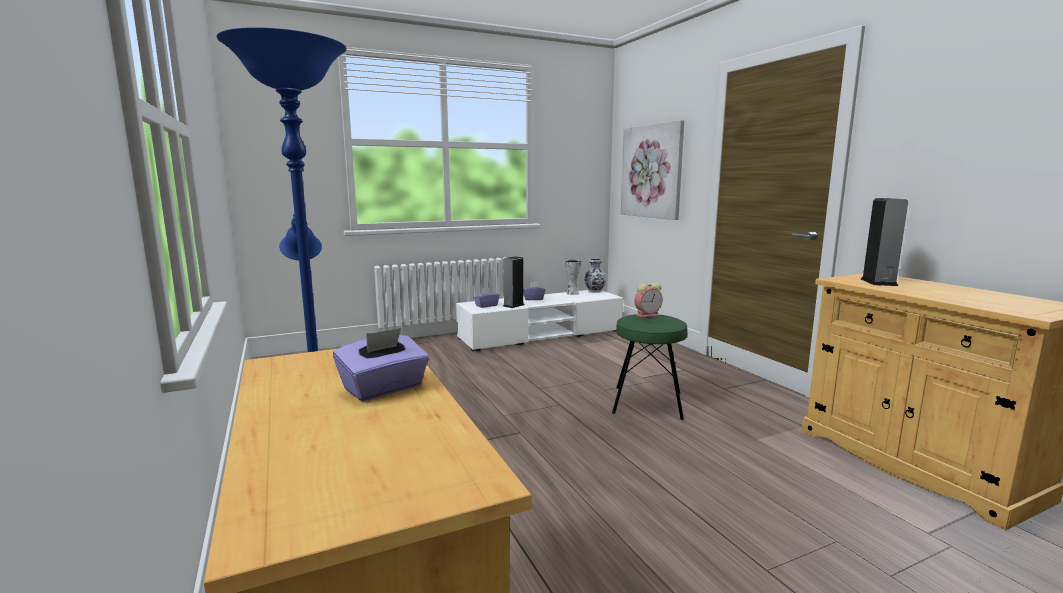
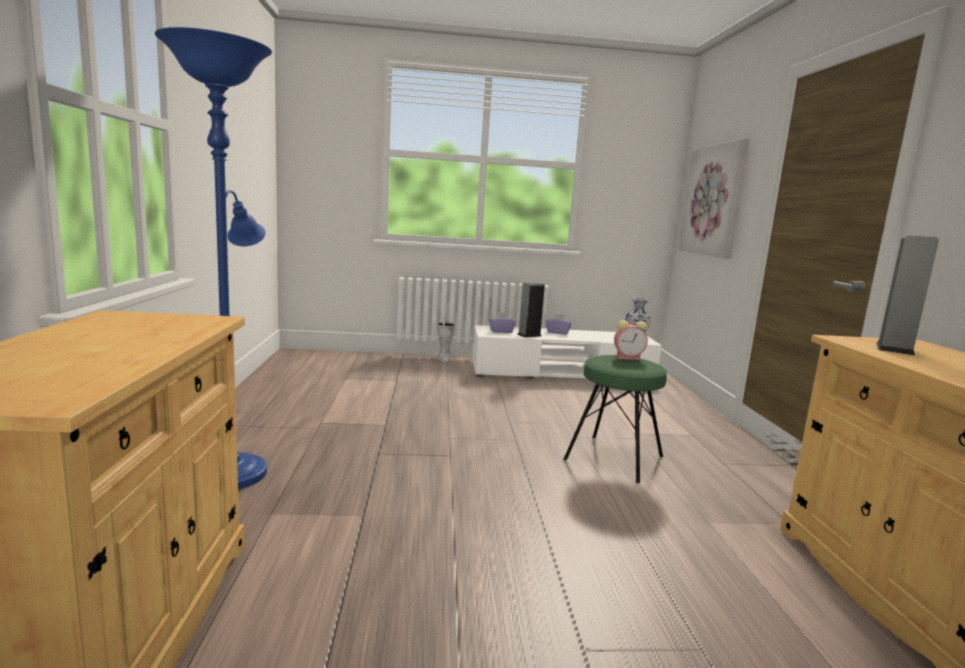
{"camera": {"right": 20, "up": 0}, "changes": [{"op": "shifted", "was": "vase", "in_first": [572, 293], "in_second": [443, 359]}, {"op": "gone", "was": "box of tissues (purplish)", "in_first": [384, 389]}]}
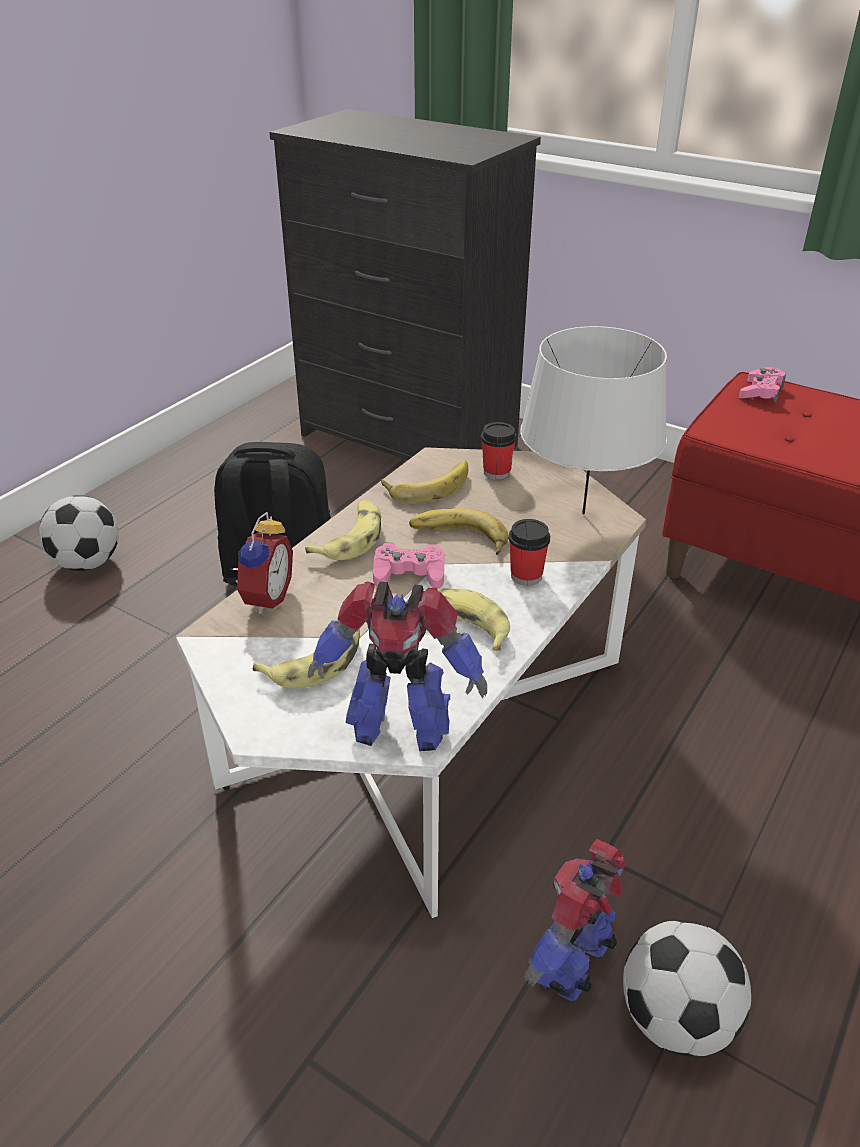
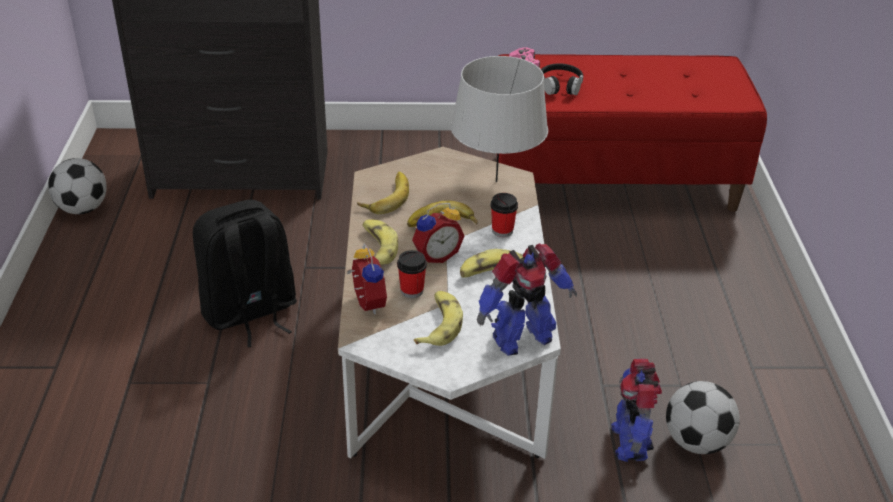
{"camera": {"right": -35, "up": 0}, "changes": [{"op": "shifted", "was": "football ball", "in_first": [88, 563], "in_second": [83, 209]}, {"op": "shifted", "was": "drinking cup", "in_first": [496, 472], "in_second": [412, 290]}, {"op": "swapped", "was": "joypad (pink-coloured)", "now": "table clock", "in_first": [409, 574], "in_second": [436, 255]}, {"op": "new", "now": "headphones (black-coloured)", "in_second": [560, 85]}]}
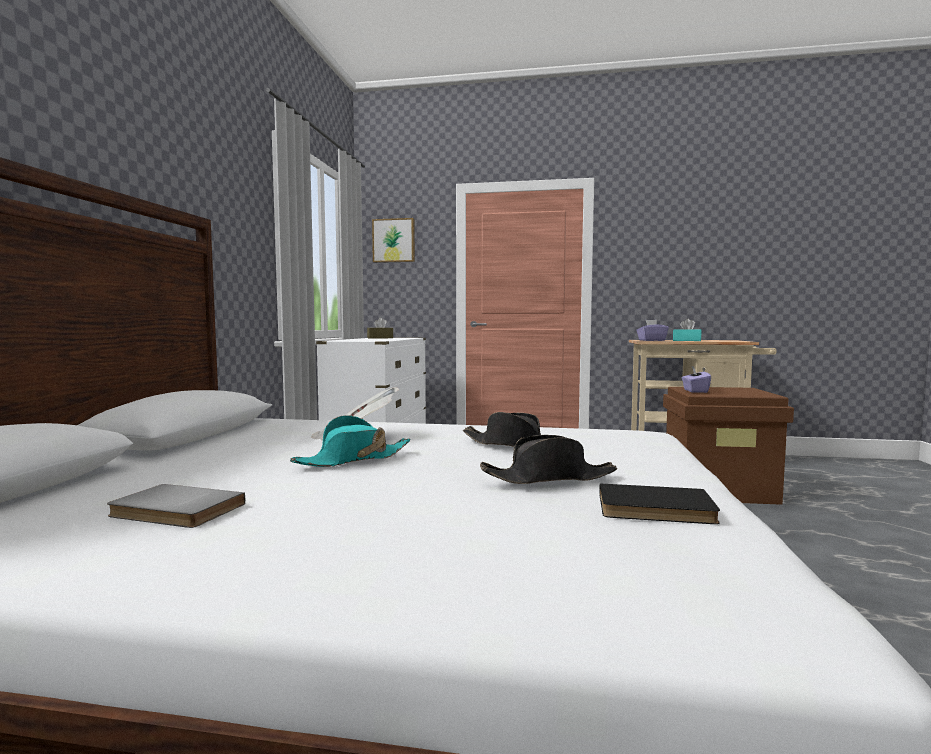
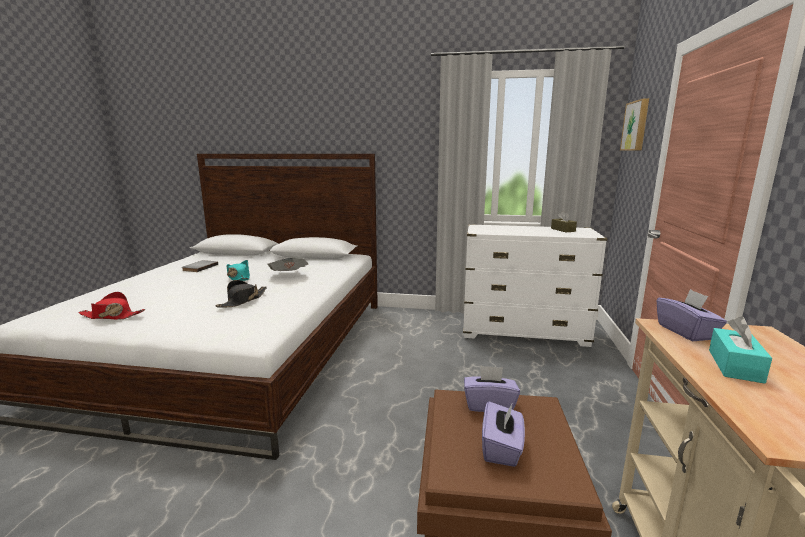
{"camera": {"right": 90, "up": 10}, "changes": [{"op": "swapped", "was": "book (black-coloured)", "now": "hat (red)", "in_first": [655, 509], "in_second": [112, 316]}, {"op": "new", "now": "box of tissues (purplish)", "in_second": [501, 448]}, {"op": "gone", "was": "hat (black-coloured)", "in_first": [549, 478]}]}
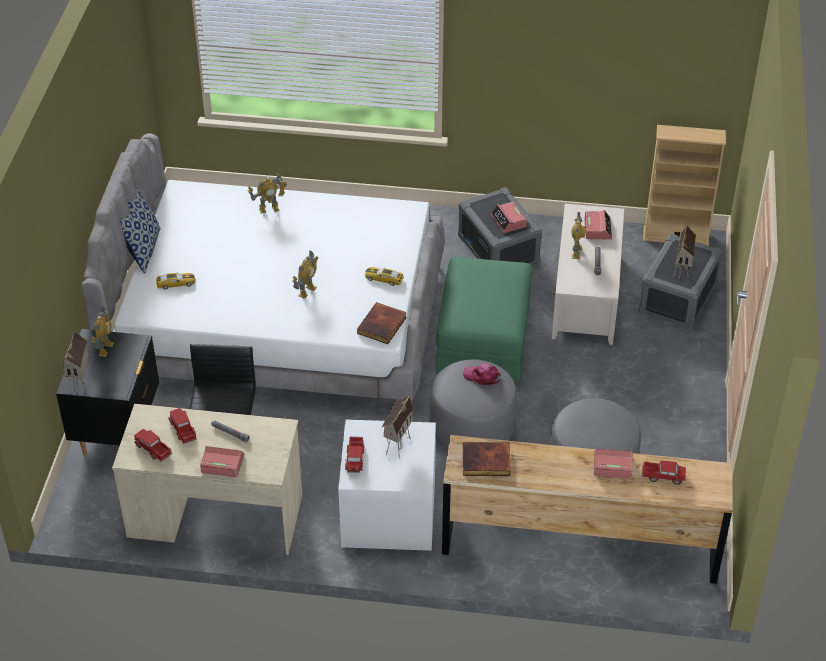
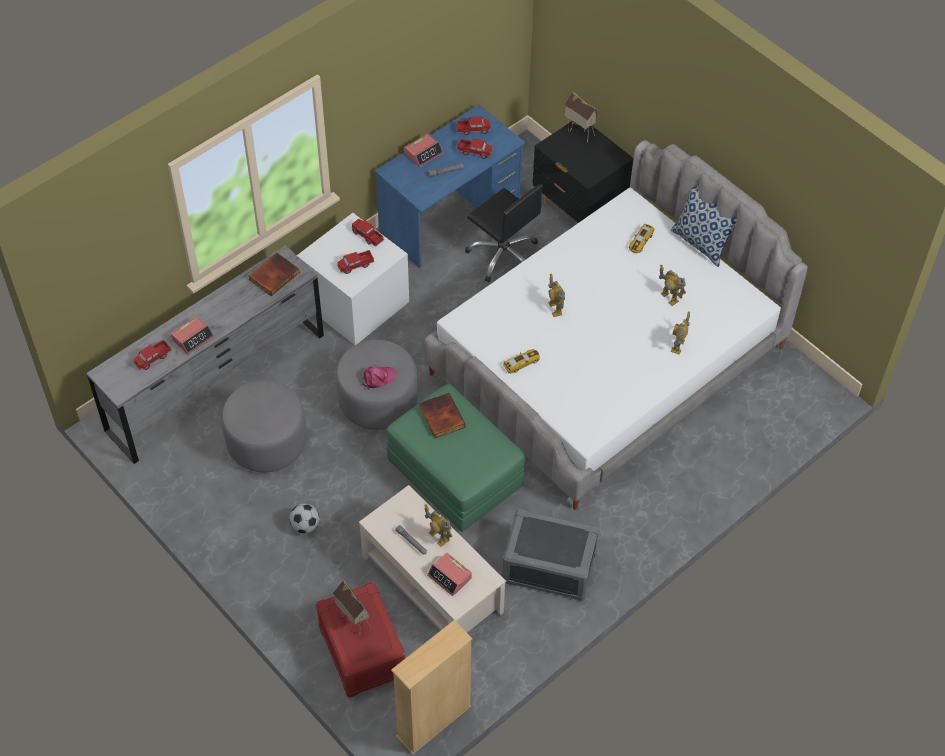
{"camera": {"right": 130, "up": 10}, "changes": [{"op": "repainted", "was": "chest of drawers (brownish)", "now": "chest of drawers (gray)", "in_first": [579, 545], "in_second": [216, 383]}, {"op": "new", "now": "football ball", "in_second": [305, 526]}, {"op": "repainted", "was": "storage bin (gray)", "now": "storage bin (red)", "in_first": [678, 298], "in_second": [361, 651]}, {"op": "swapped", "was": "miniature house", "now": "model truck", "in_first": [397, 444], "in_second": [355, 265]}, {"op": "repainted", "was": "desk (beige-coloured)", "now": "desk (blue-coloured)", "in_first": [215, 516], "in_second": [450, 216]}, {"op": "shifted", "was": "book", "in_first": [382, 326], "in_second": [441, 417]}, {"op": "shifted", "was": "robot figure", "in_first": [105, 349], "in_second": [669, 298]}, {"op": "gone", "was": "table clock", "in_first": [508, 221]}]}
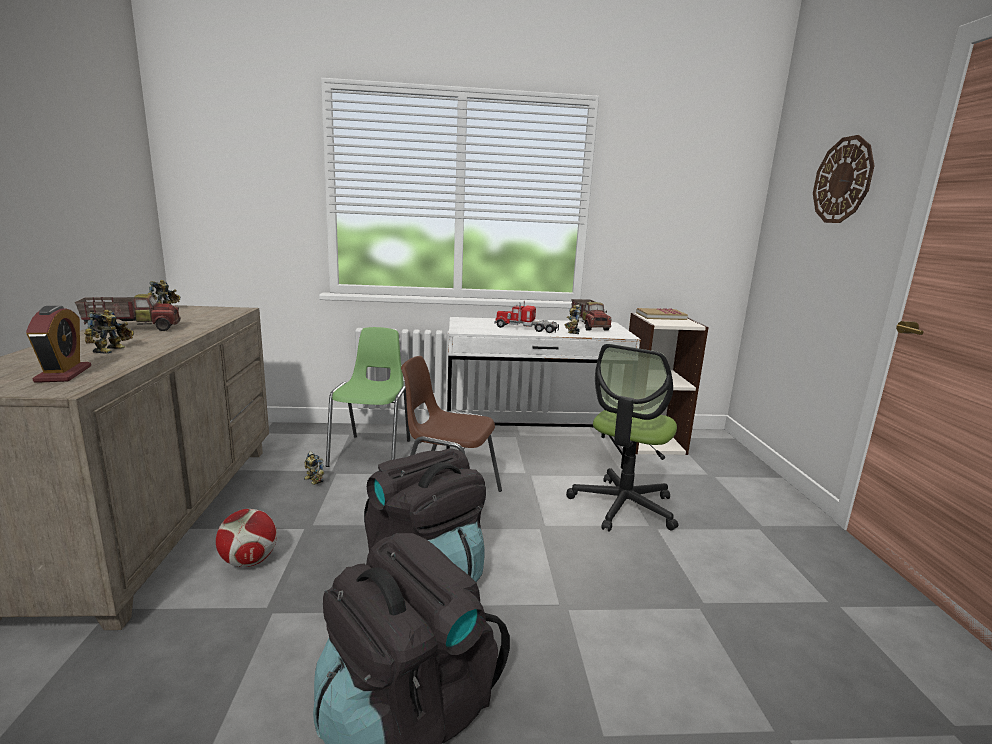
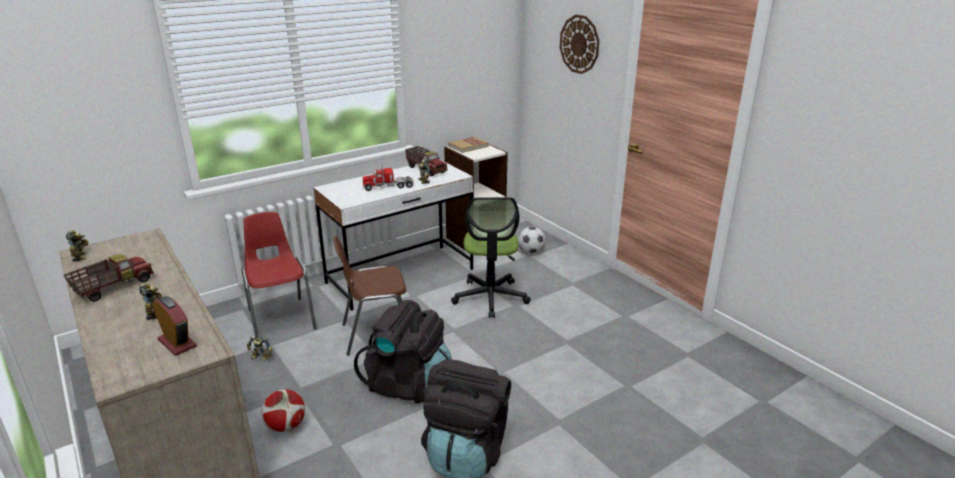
{"camera": {"right": -30, "up": 10}, "changes": [{"op": "repainted", "was": "chair (greenish)", "now": "chair (red)", "in_first": [372, 453], "in_second": [281, 319]}, {"op": "new", "now": "football ball", "in_second": [531, 252]}]}
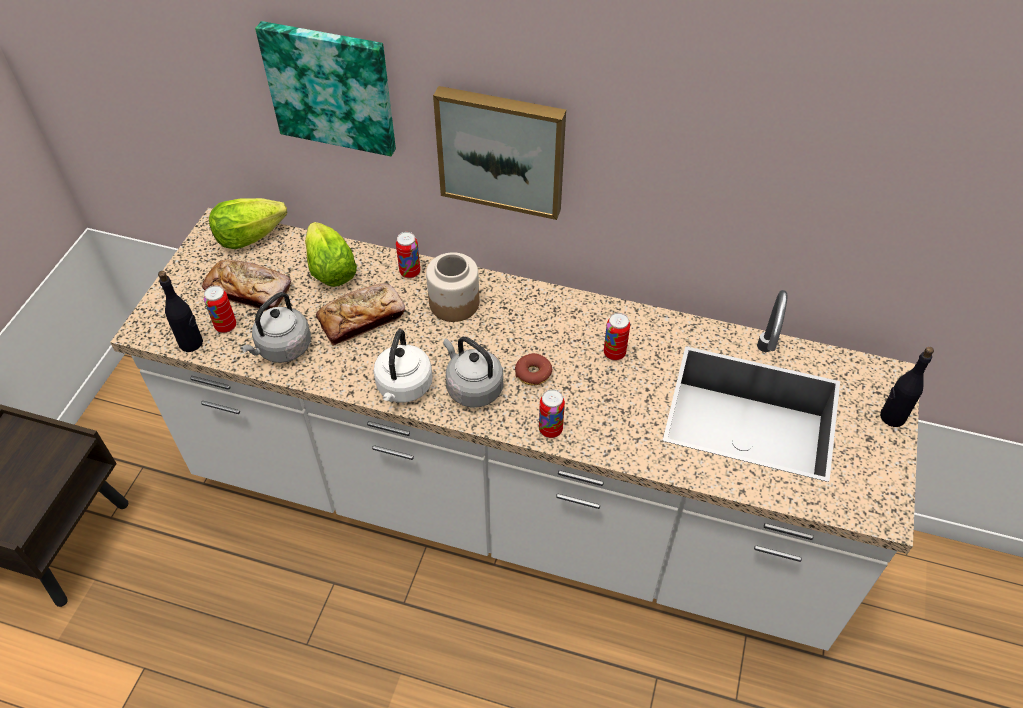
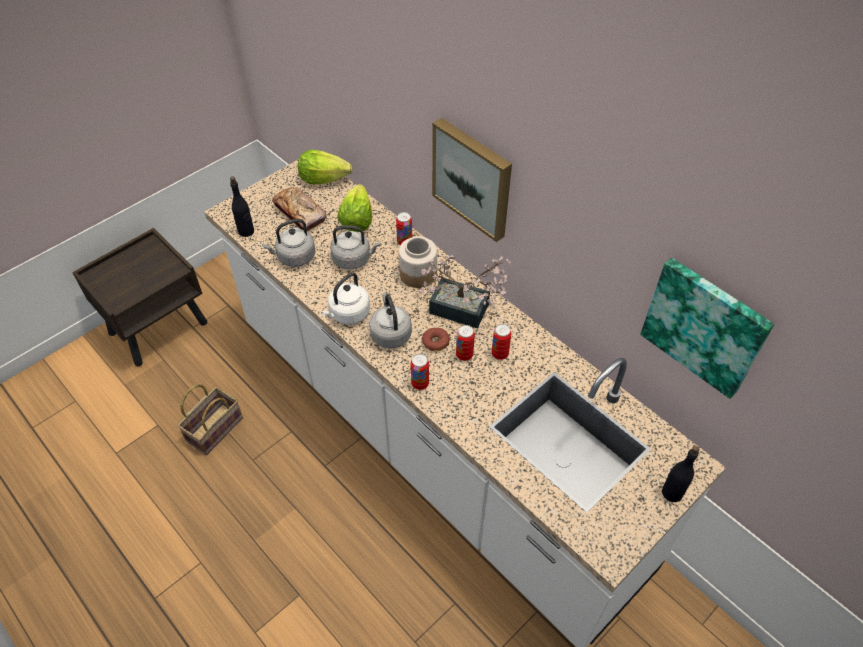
{"camera": {"right": 30, "up": 0}, "changes": [{"op": "new", "now": "basket", "in_second": [215, 428]}, {"op": "swapped", "was": "bread", "now": "water kettle (gray)", "in_first": [361, 319], "in_second": [354, 259]}, {"op": "new", "now": "potted plant", "in_second": [465, 311]}, {"op": "shifted", "was": "can", "in_first": [226, 326], "in_second": [464, 355]}, {"op": "shifted", "was": "wall picture", "in_first": [331, 87], "in_second": [705, 326]}]}
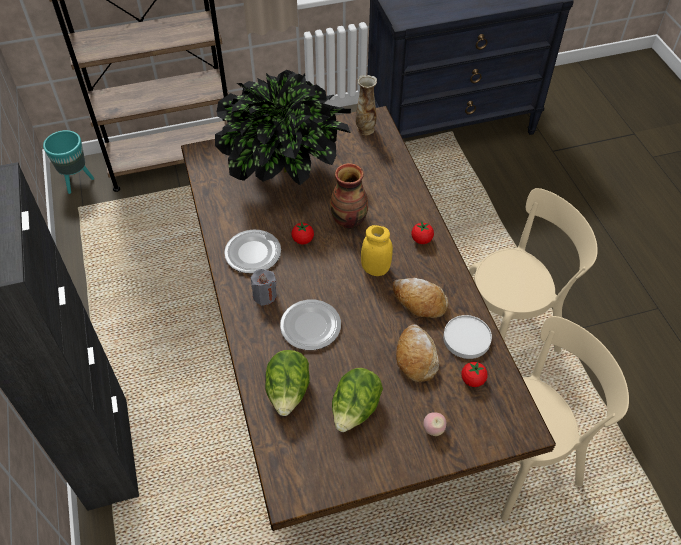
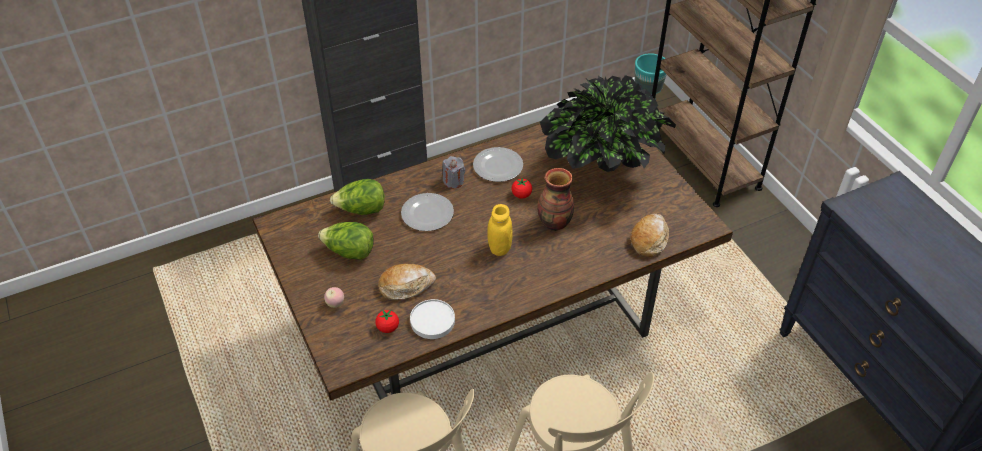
{"camera": {"right": 80, "up": -5}, "changes": [{"op": "shifted", "was": "bread", "in_first": [419, 302], "in_second": [649, 239]}, {"op": "gone", "was": "vase", "in_first": [365, 129]}, {"op": "gone", "was": "whole tomato", "in_first": [421, 240]}]}
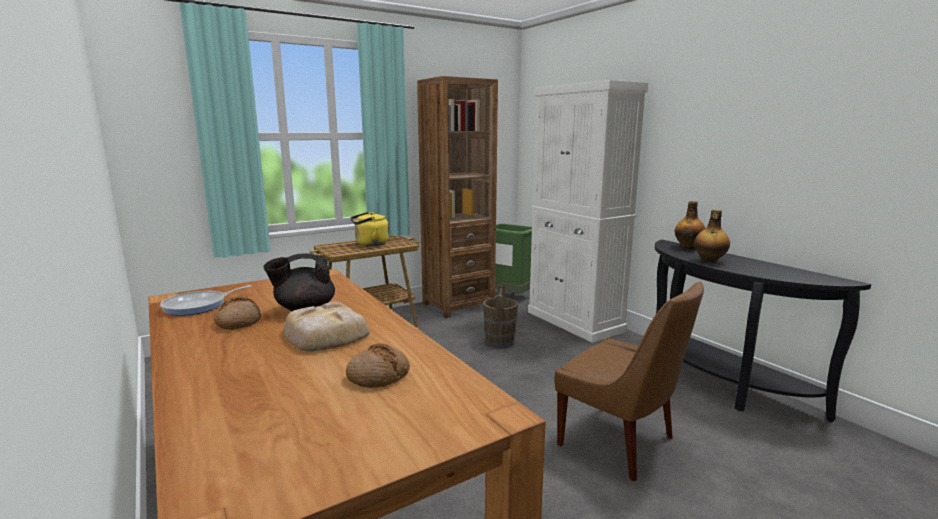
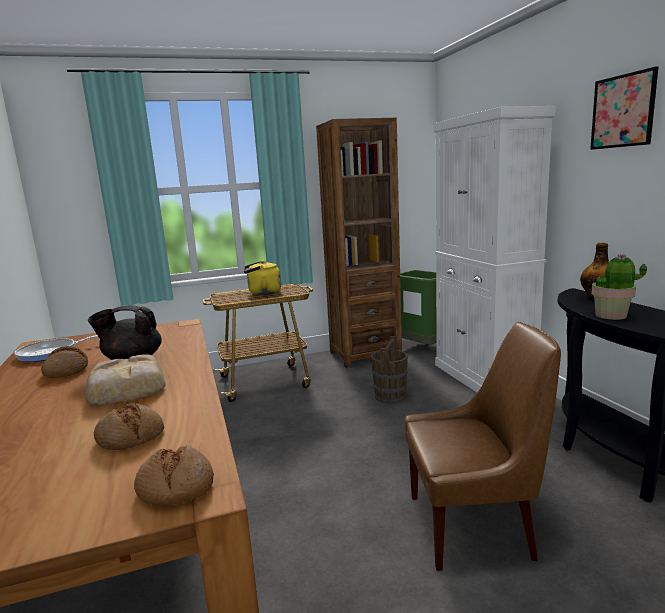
{"camera": {"right": 15, "up": 0}, "changes": [{"op": "new", "now": "bread", "in_second": [175, 488]}, {"op": "rotated", "was": "chair (brownish)", "in_first": [620, 443], "in_second": [474, 526], "clockwise": -60}, {"op": "new", "now": "wall picture", "in_second": [623, 111]}, {"op": "swapped", "was": "beverage bottle", "now": "potted plant", "in_first": [709, 261], "in_second": [611, 315]}]}
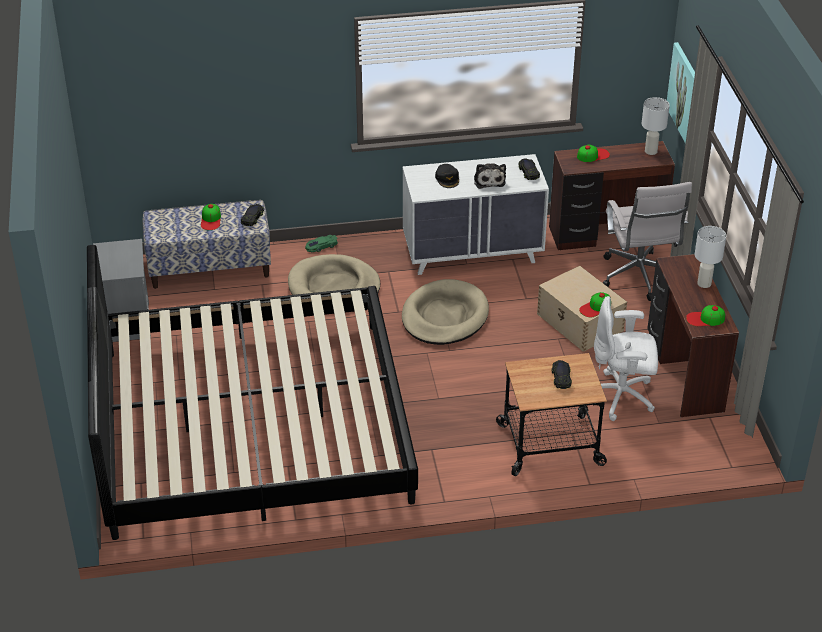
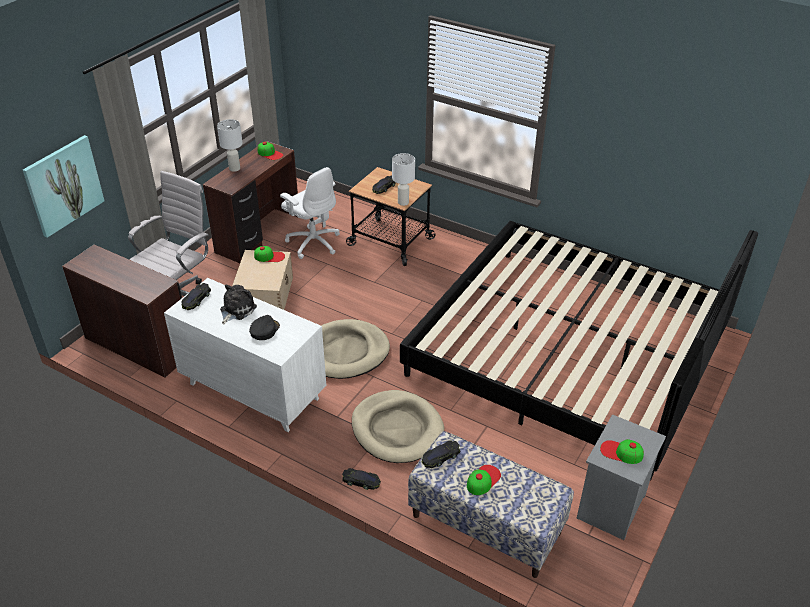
{"camera": {"right": -140, "up": 0}, "changes": [{"op": "repainted", "was": "model car (greenish)", "now": "model car (black-coloured)", "in_first": [321, 246], "in_second": [361, 481]}, {"op": "shifted", "was": "table lamp (whitish)", "in_first": [650, 151], "in_second": [403, 202]}, {"op": "shifted", "was": "baseball cap", "in_first": [593, 155], "in_second": [621, 452]}]}
